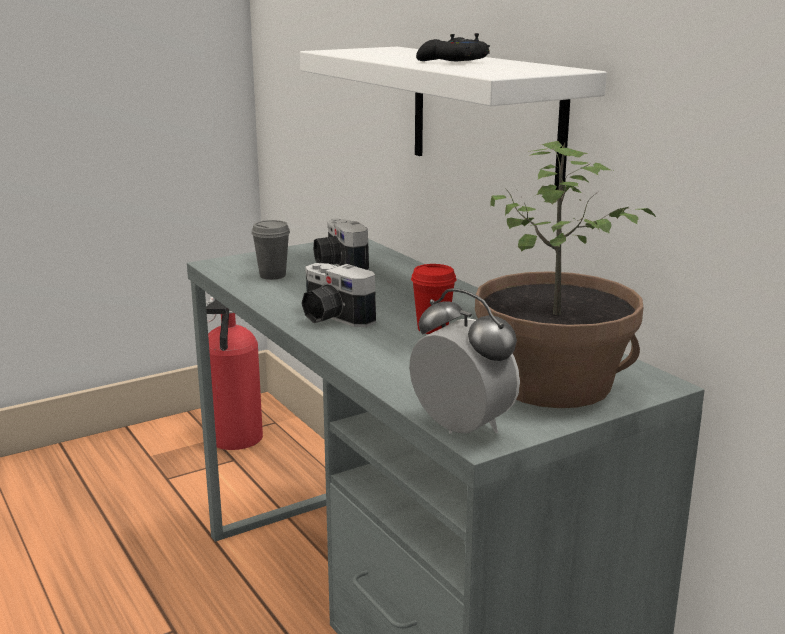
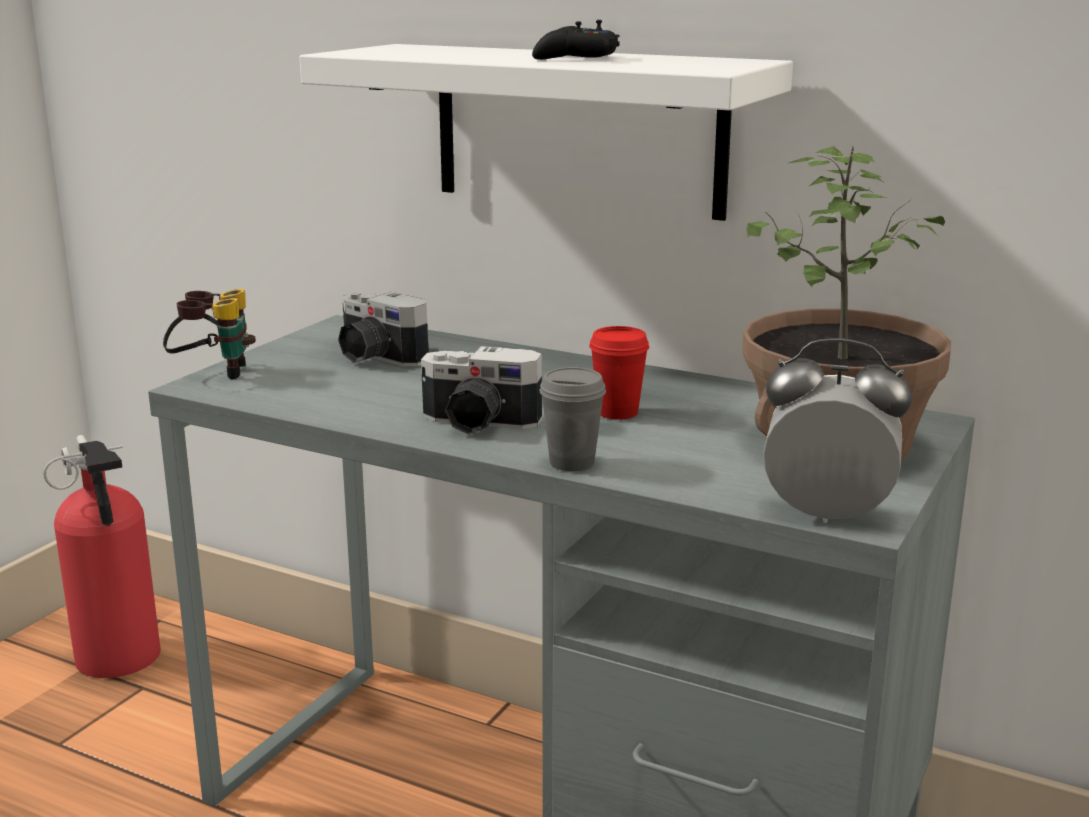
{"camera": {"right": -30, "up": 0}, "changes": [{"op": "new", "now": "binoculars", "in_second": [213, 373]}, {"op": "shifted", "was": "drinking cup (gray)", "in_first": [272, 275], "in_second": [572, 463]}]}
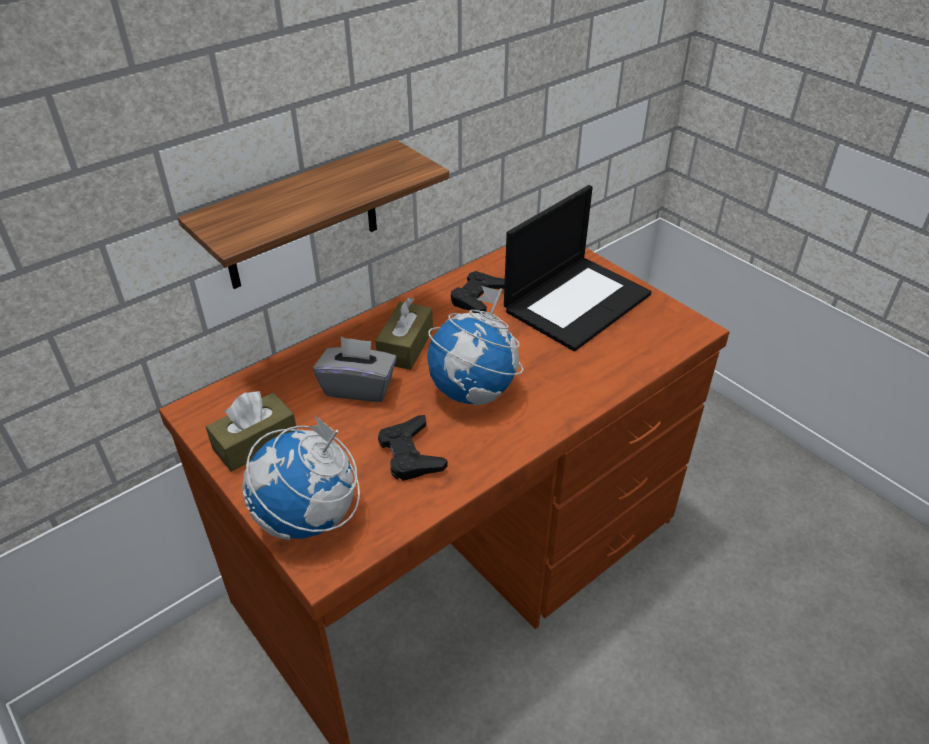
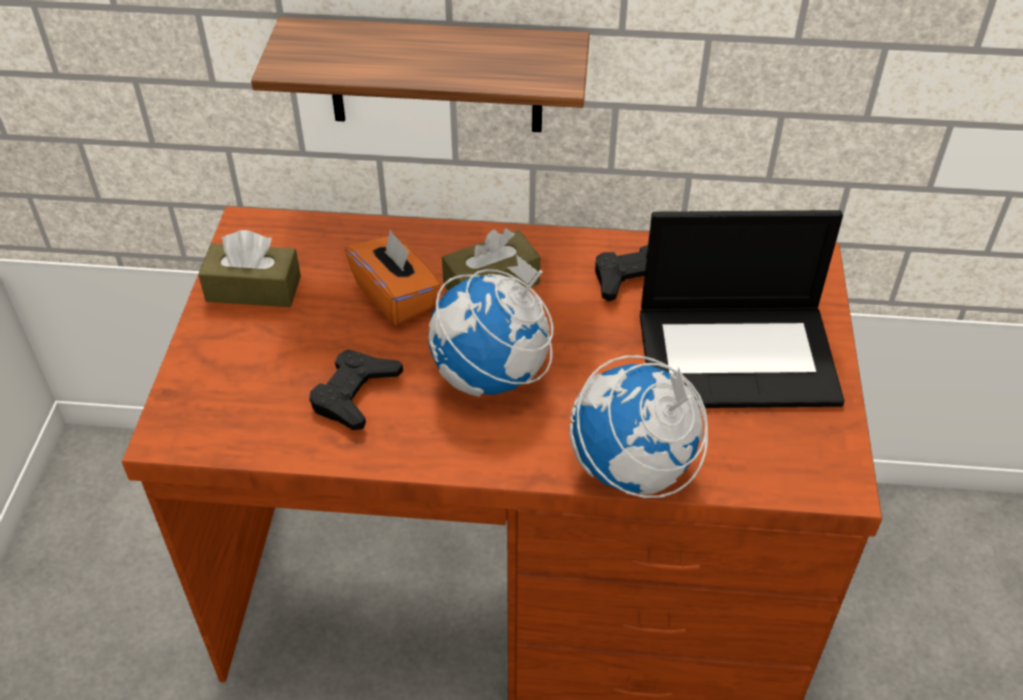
{"camera": {"right": 45, "up": 5}, "changes": [{"op": "repainted", "was": "box of tissues (gray)", "now": "box of tissues (orange)", "in_first": [358, 387], "in_second": [396, 296]}, {"op": "shifted", "was": "desk globe", "in_first": [308, 518], "in_second": [632, 469]}]}
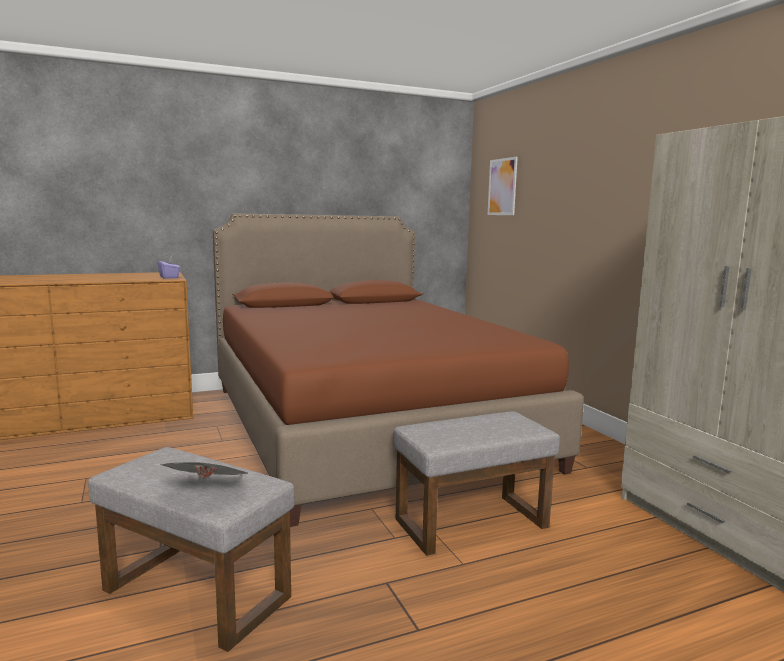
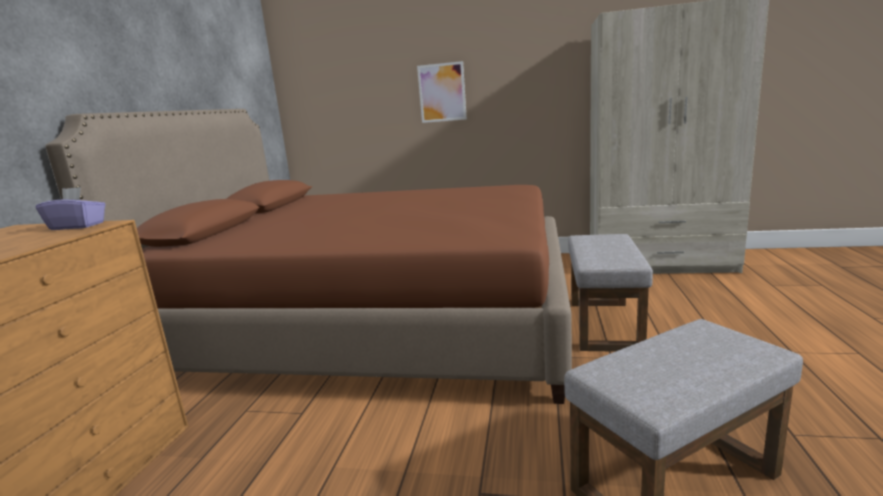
{"camera": {"right": -55, "up": 5}, "changes": [{"op": "shifted", "was": "wall picture", "in_first": [502, 187], "in_second": [442, 92]}, {"op": "gone", "was": "printed paper", "in_first": [207, 492]}]}
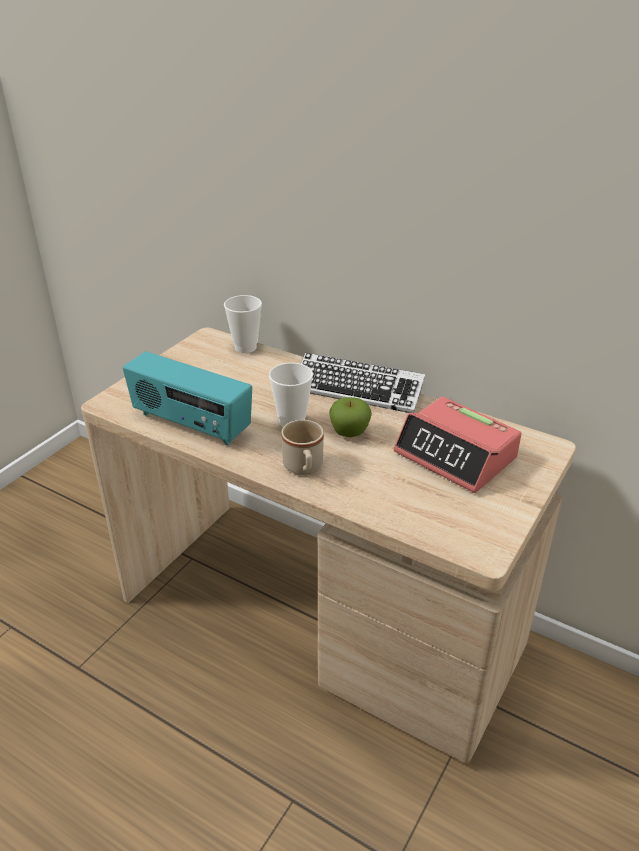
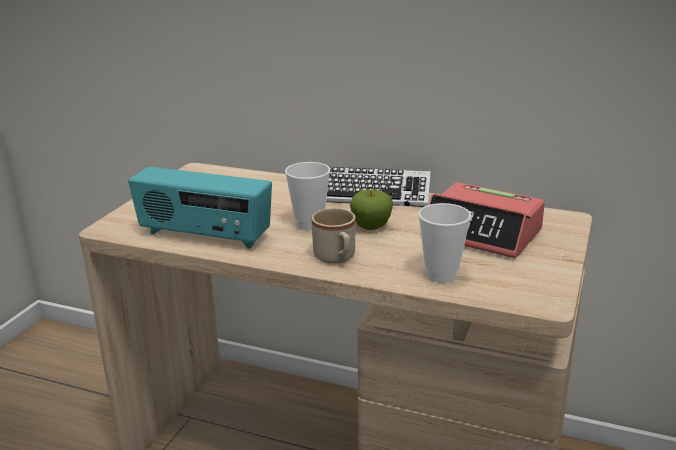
{"camera": {"right": -10, "up": -10}, "changes": [{"op": "shifted", "was": "drinking cup", "in_first": [245, 348], "in_second": [441, 275]}]}
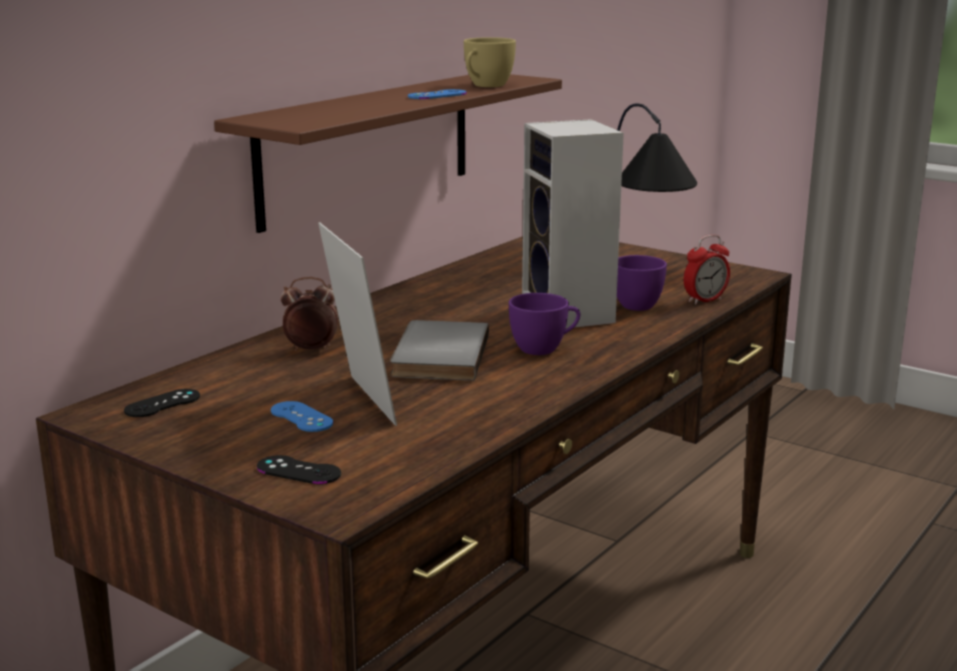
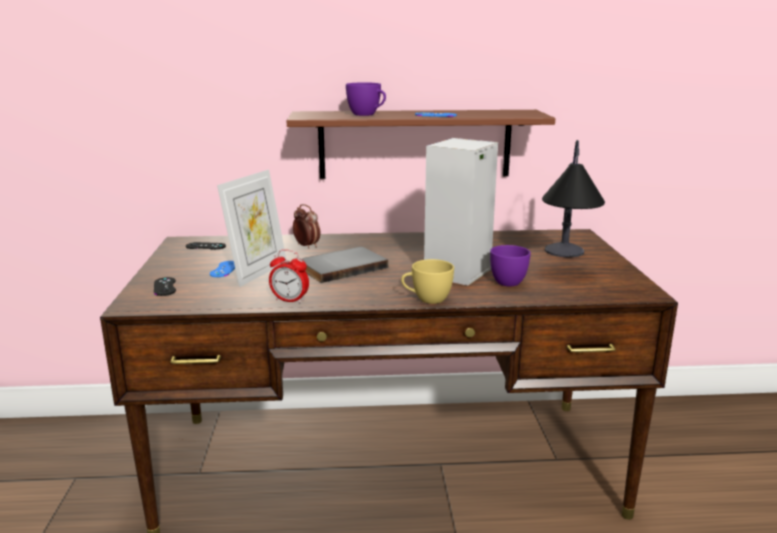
{"camera": {"right": 50, "up": 0}, "changes": [{"op": "shifted", "was": "table clock", "in_first": [705, 300], "in_second": [290, 300]}, {"op": "shifted", "was": "drinking cup (purplish)", "in_first": [544, 348], "in_second": [367, 114]}, {"op": "shifted", "was": "drinking cup (yellow)", "in_first": [485, 86], "in_second": [426, 299]}]}
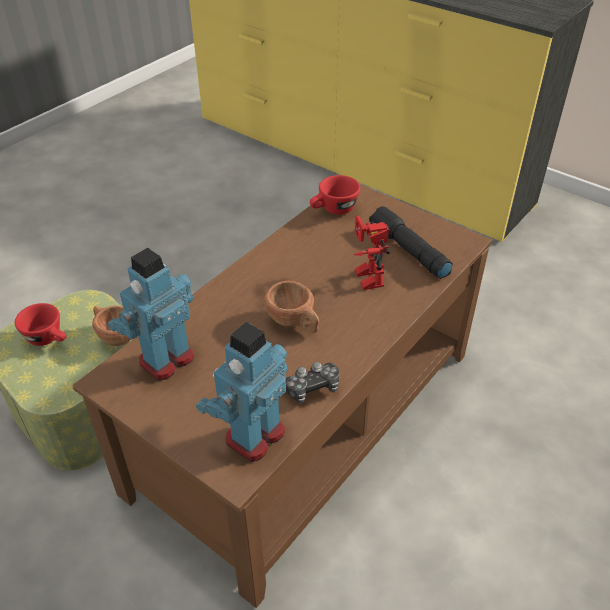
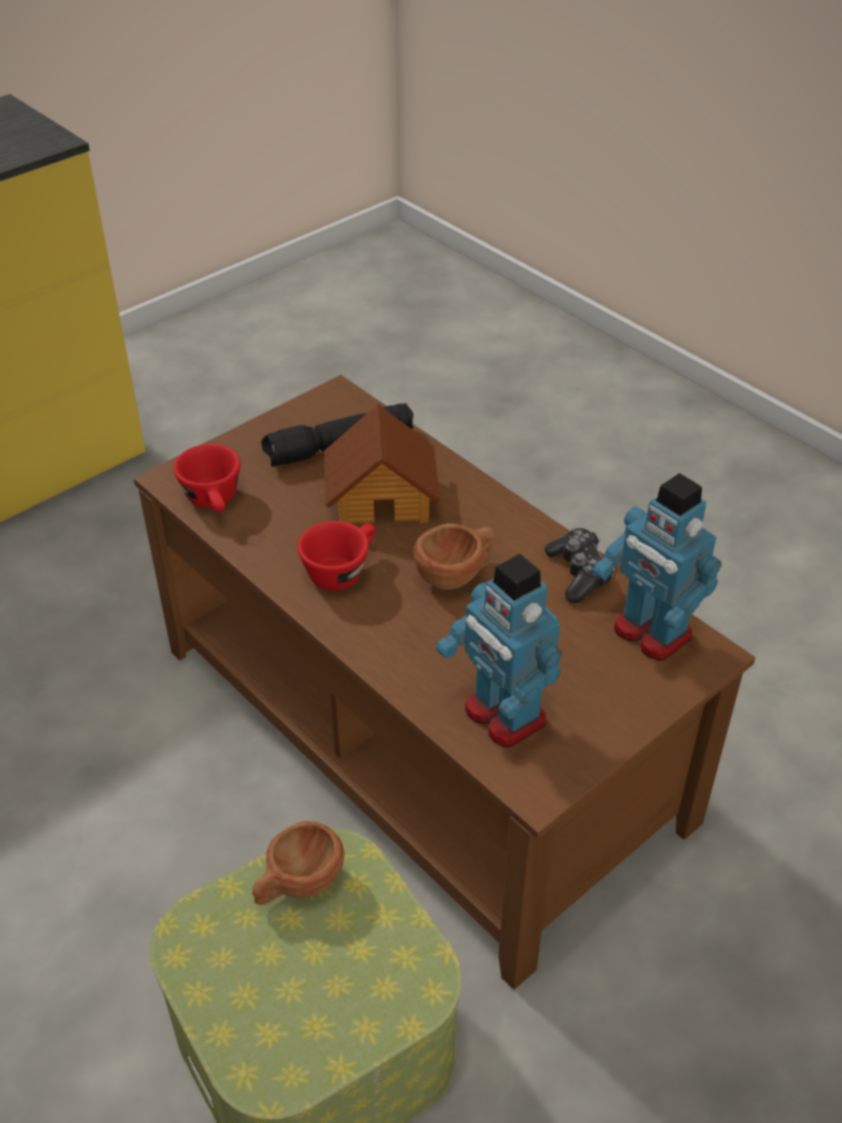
{"camera": {"right": -80, "up": 0}, "changes": [{"op": "shifted", "was": "drinking cup (red)", "in_first": [49, 338], "in_second": [341, 570]}, {"op": "swapped", "was": "robot figure", "now": "miniature house", "in_first": [363, 277], "in_second": [382, 496]}]}
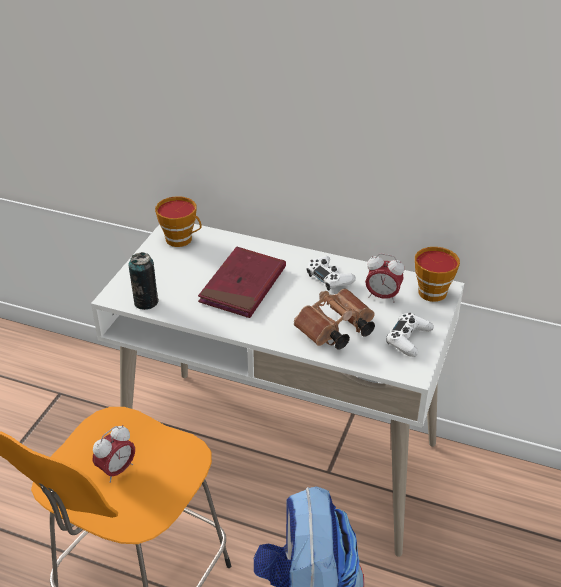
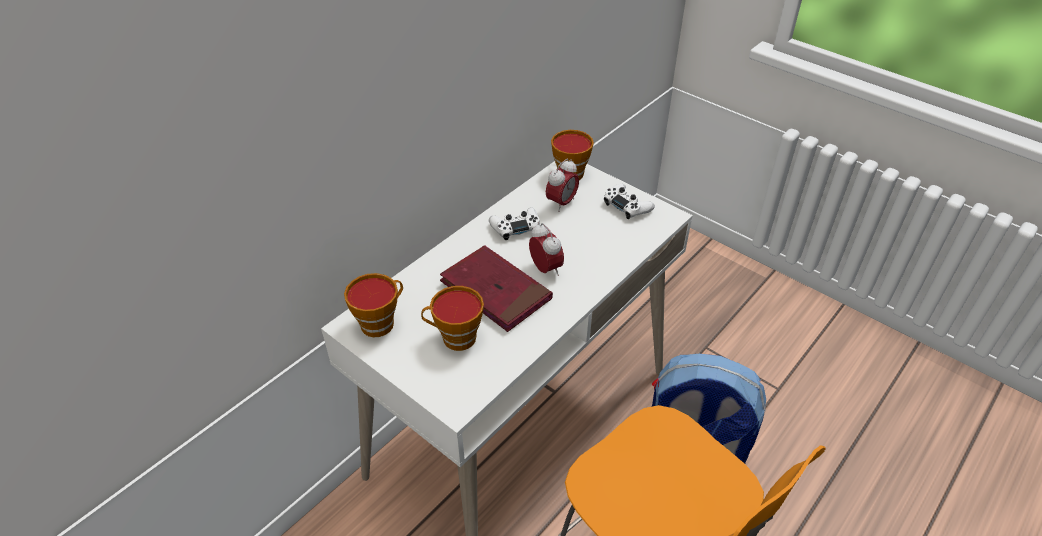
{"camera": {"right": -70, "up": 5}, "changes": [{"op": "new", "now": "drinking cup", "in_second": [454, 338]}, {"op": "shifted", "was": "table clock", "in_first": [117, 470], "in_second": [545, 269]}, {"op": "gone", "was": "can", "in_first": [146, 302]}, {"op": "gone", "was": "binoculars (brownish)", "in_first": [334, 331]}]}
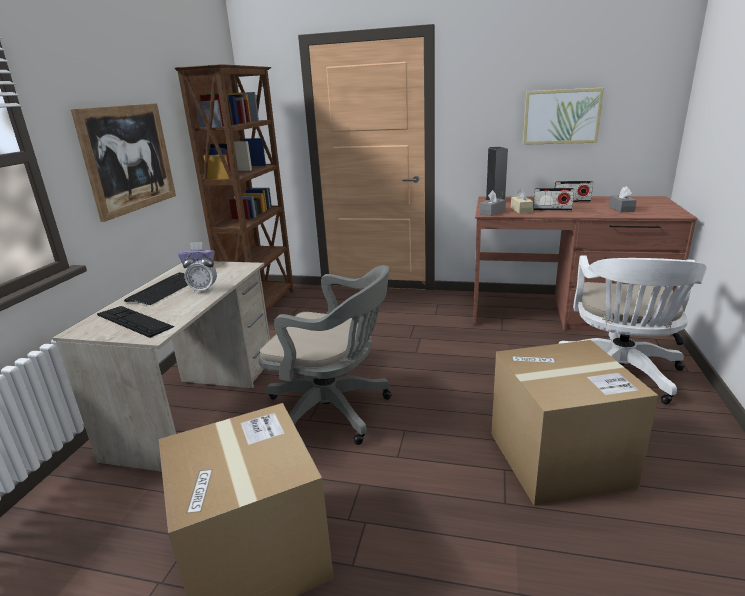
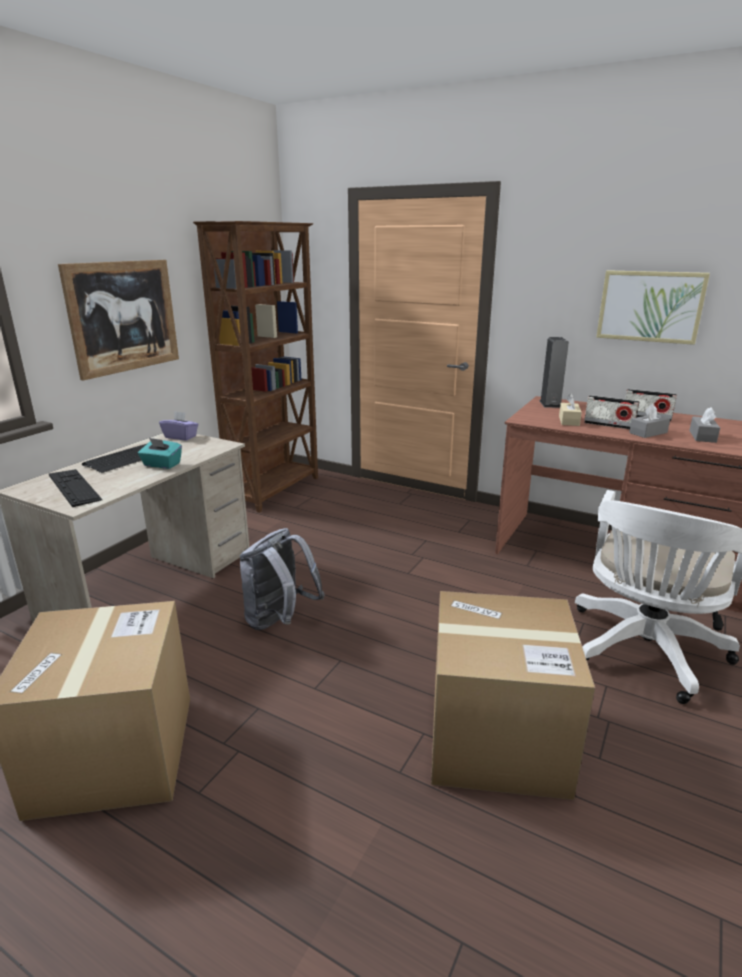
{"camera": {"right": 15, "up": 0}, "changes": [{"op": "swapped", "was": "table clock", "now": "box of tissues (turquoise-coloured)", "in_first": [203, 290], "in_second": [161, 465]}, {"op": "swapped", "was": "computer chair (gray)", "now": "backpack (gray)", "in_first": [334, 411], "in_second": [279, 621]}, {"op": "shifted", "was": "box of tissues (gray)", "in_first": [492, 212], "in_second": [648, 433]}]}
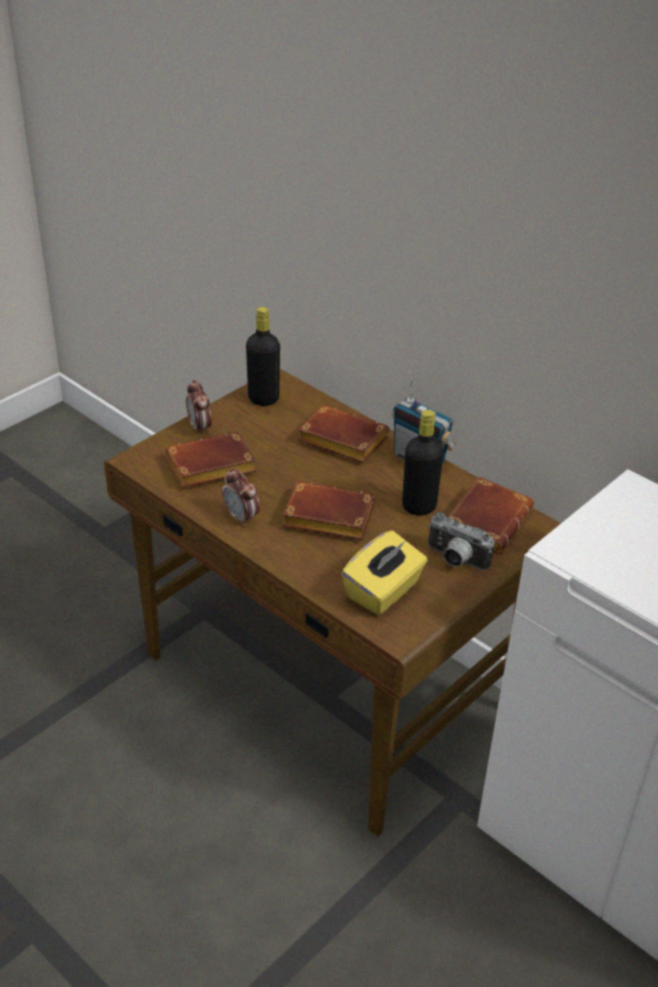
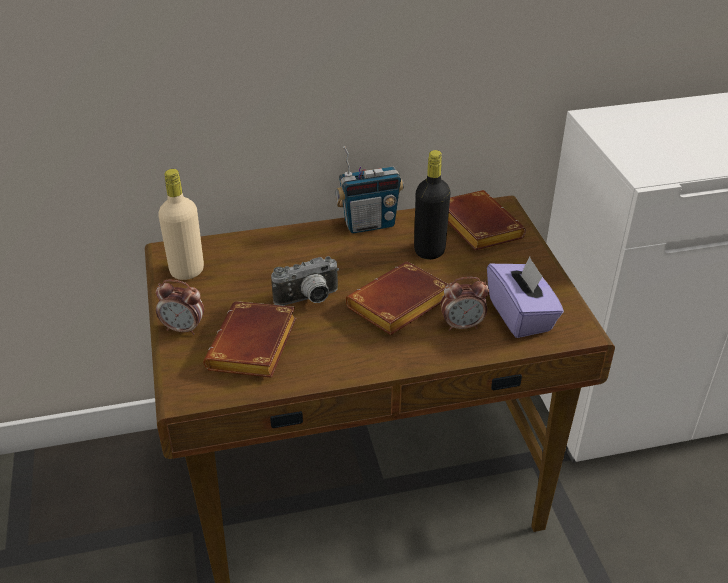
{"camera": {"right": -55, "up": 0}, "changes": [{"op": "repainted", "was": "beverage bottle (black-coloured)", "now": "beverage bottle (beige-coloured)", "in_first": [263, 399], "in_second": [187, 271]}, {"op": "shifted", "was": "photo camera", "in_first": [455, 560], "in_second": [309, 300]}, {"op": "shifted", "was": "table clock", "in_first": [241, 517], "in_second": [462, 325]}, {"op": "repainted", "was": "box of tissues (yellow)", "now": "box of tissues (purplish)", "in_first": [383, 591], "in_second": [521, 315]}, {"op": "gone", "was": "book (brownish)", "in_first": [339, 441]}]}
